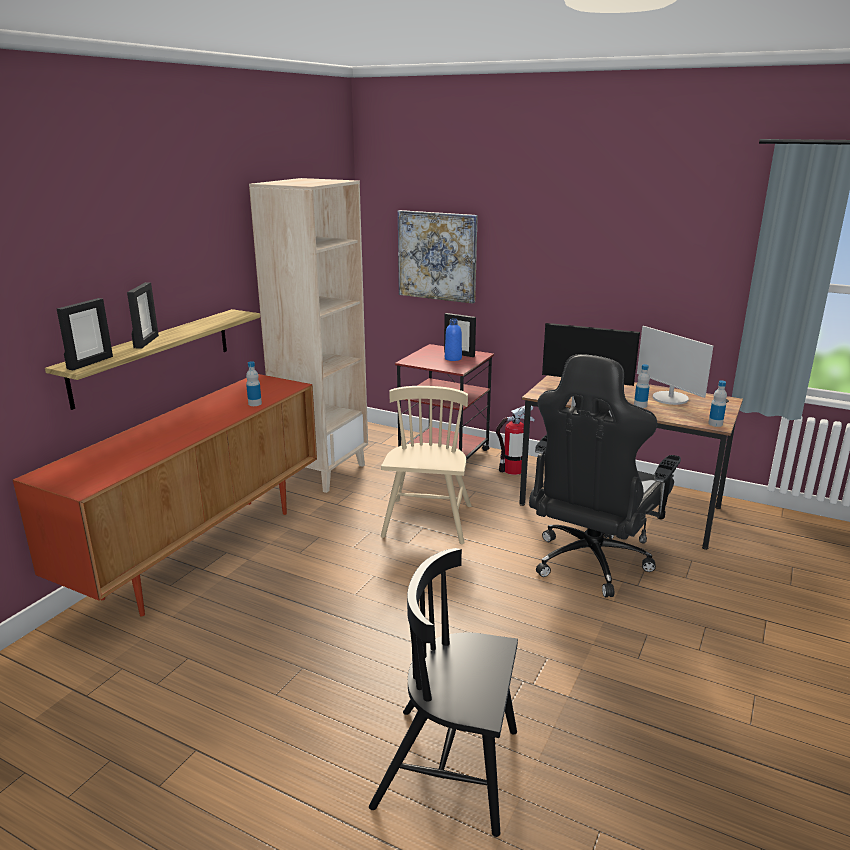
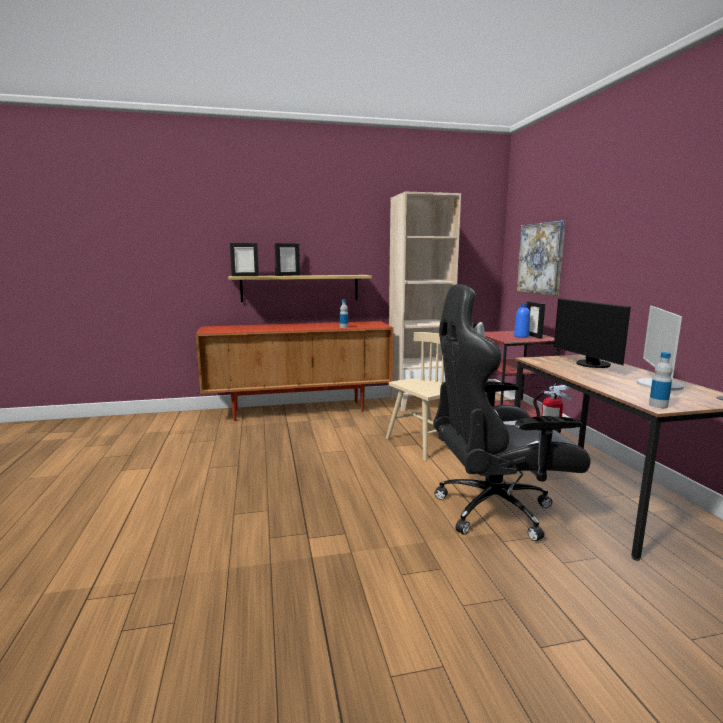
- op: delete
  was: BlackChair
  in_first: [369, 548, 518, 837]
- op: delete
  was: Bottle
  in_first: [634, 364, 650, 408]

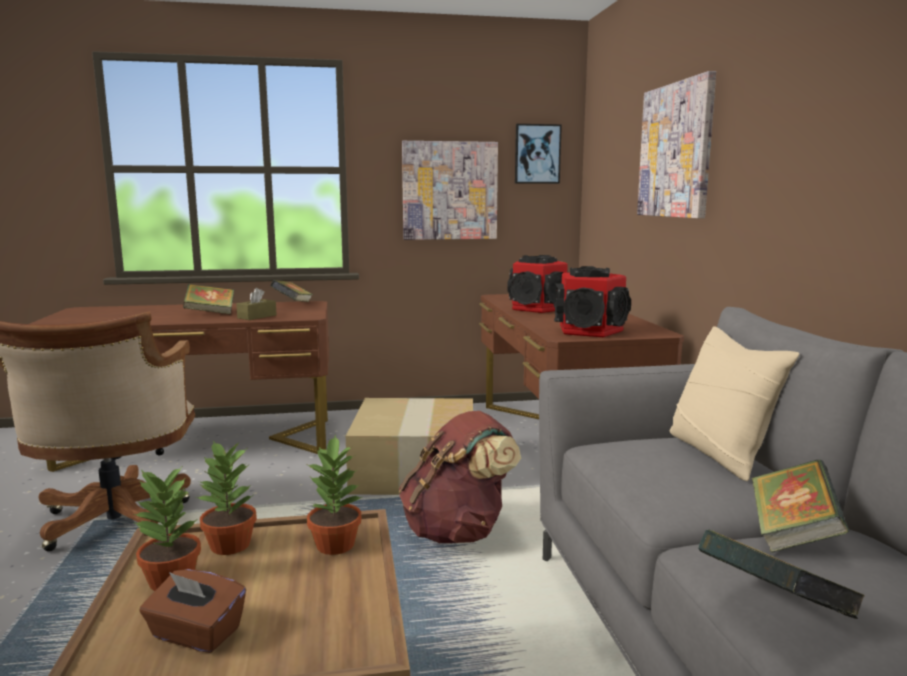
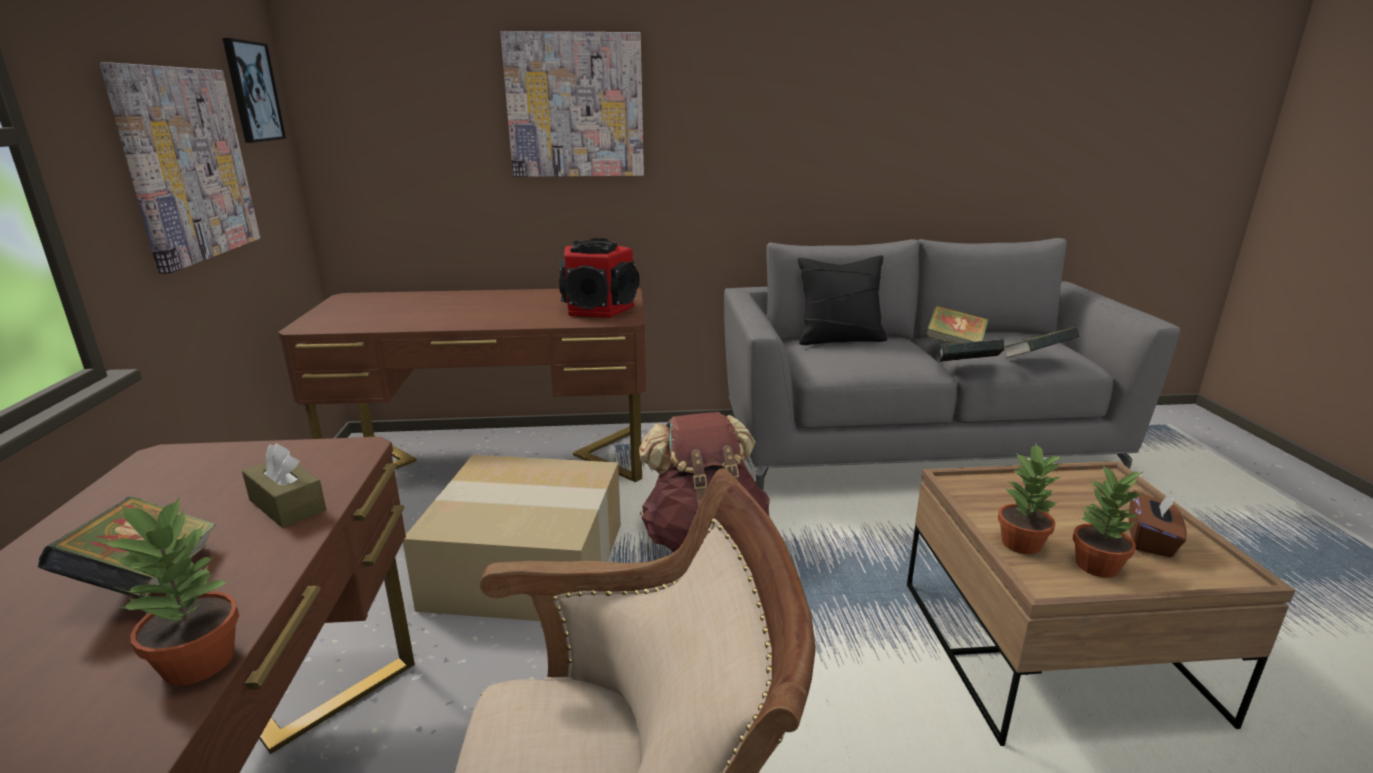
- op: move
  was: Book
  in_first: [271, 280, 313, 302]
  in_second: [938, 339, 1004, 362]
- op: move
  was: PottedPlant
  in_first: [307, 435, 362, 555]
  in_second: [100, 496, 239, 685]
- op: delete
  was: Speaker
  in_first: [507, 255, 569, 313]
- op: recolor
  was: BeigePillow
  now: BlackPillow
  in_first: [670, 326, 799, 481]
  in_second: [798, 256, 888, 345]

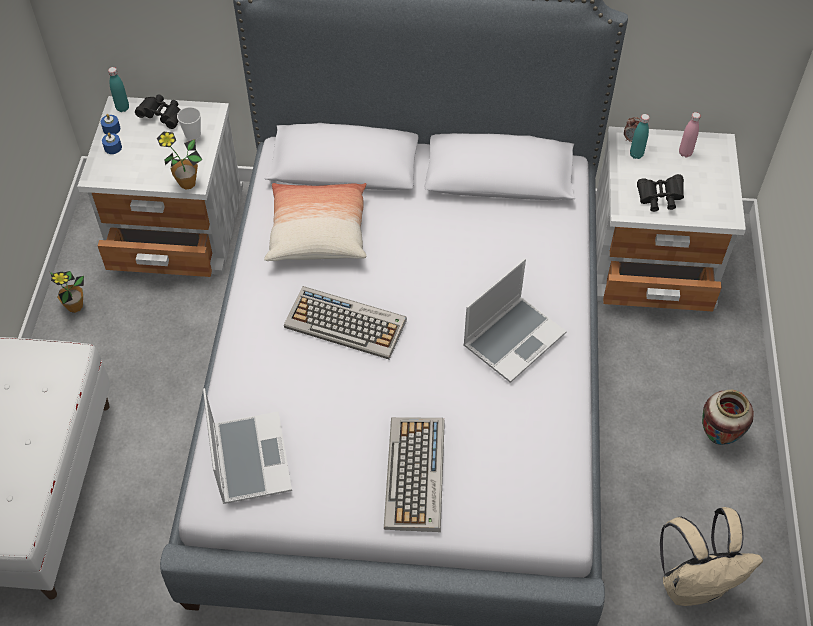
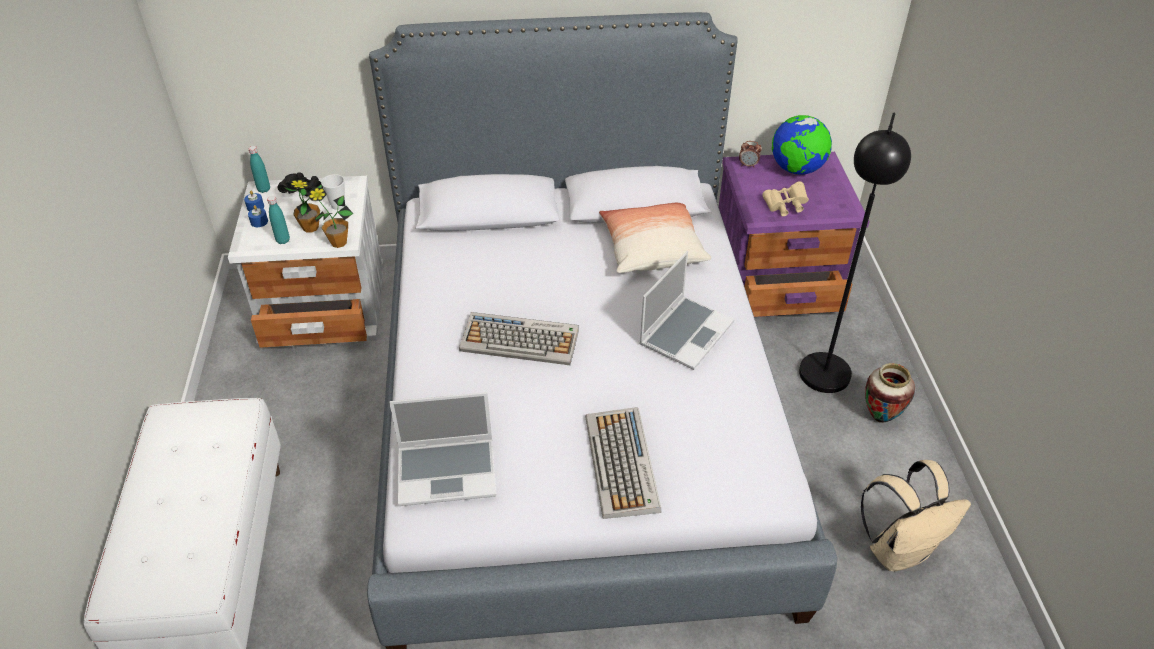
- op: move
  was: PottedPlant
  in_first: [50, 271, 84, 313]
  in_second: [285, 179, 322, 233]
- op: rotate
  was: Laptop
  in_first: [203, 388, 292, 504]
  in_second: [389, 392, 496, 506]
  clockwise: 105
- op: move
  was: Pillow
  in_first: [264, 183, 367, 261]
  in_second: [599, 203, 711, 273]
- op: recolor
  was: WhiteNightstand
  now: PurpleNightstand
  in_first: [596, 127, 746, 312]
  in_second: [719, 152, 870, 317]
- op: move
  was: TurquoiseBottle
  in_first: [630, 114, 650, 159]
  in_second: [267, 196, 290, 244]
- op: recolor
  was: BlackBinoculars
  now: BeigeBinoculars
  in_first: [637, 174, 684, 212]
  in_second: [762, 181, 809, 216]
- op: replace
  was: PinkBottle
  now: Globe
  in_first: [679, 112, 701, 157]
  in_second: [772, 115, 832, 175]
- op: insert
  now: BlackFloorLamp
  in_second: [799, 112, 911, 393]

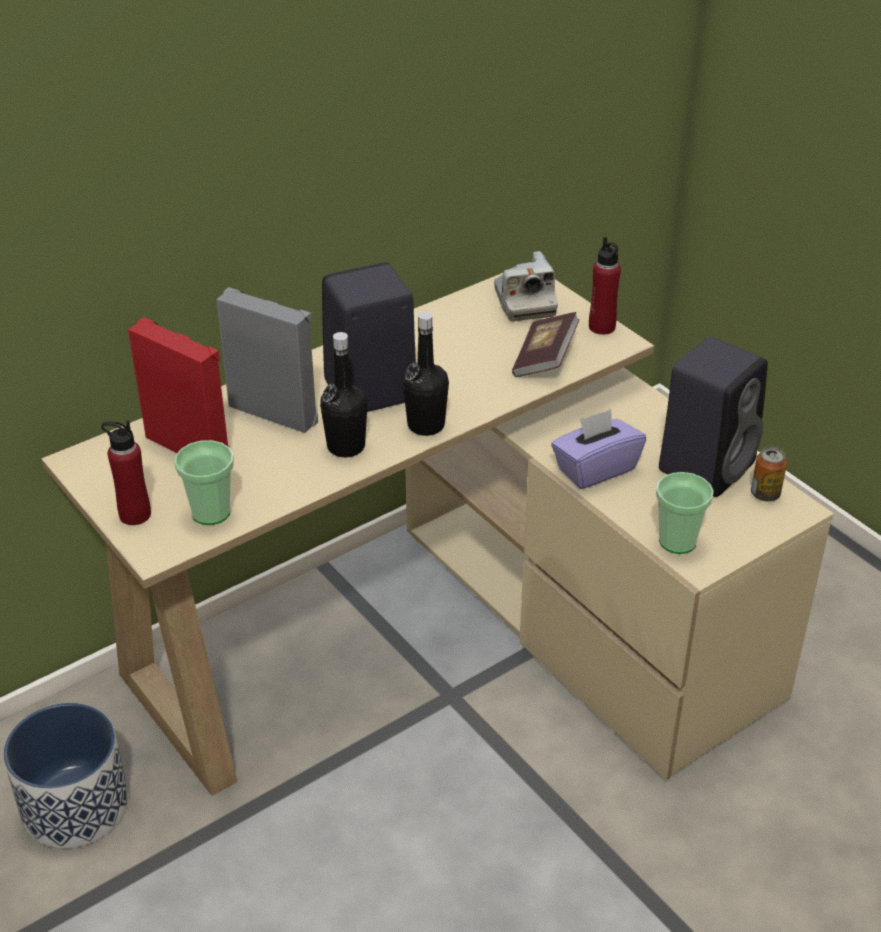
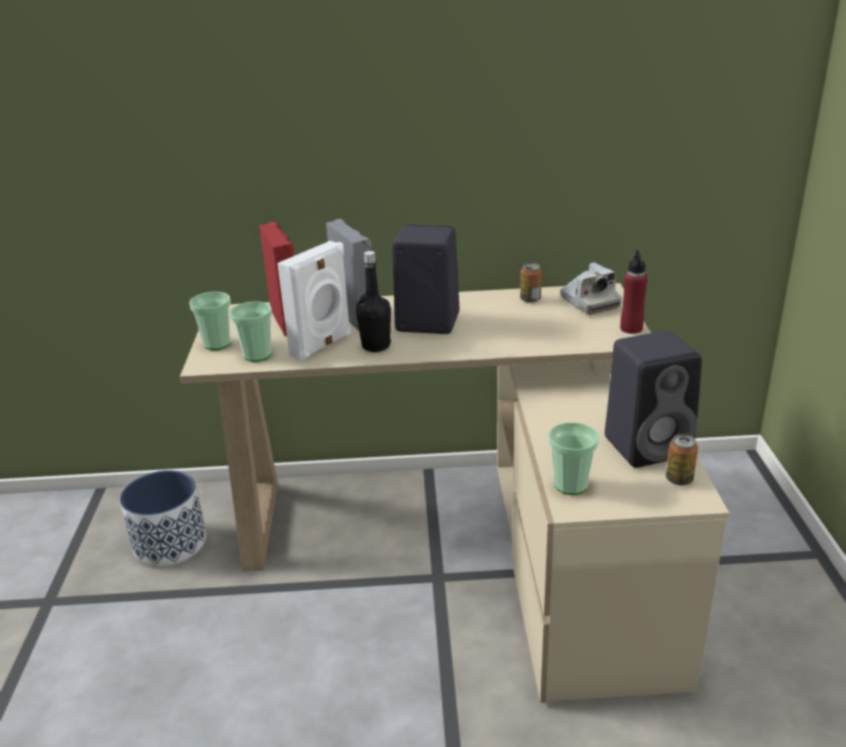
- op: replace
  was: RedBottle
  now: Cup
  in_first: [102, 420, 151, 525]
  in_second: [189, 292, 231, 350]
- op: delete
  was: BlackBottle
  in_first: [403, 312, 449, 436]
- op: rotate
  was: PhotoCamera
  in_first: [494, 251, 558, 321]
  in_second: [560, 262, 621, 315]
  clockwise: -45
- op: delete
  was: Book
  in_first: [512, 312, 579, 377]
- op: delete
  was: PurpleTissueBox
  in_first: [551, 409, 646, 489]
- op: insert
  now: WhiteSpeaker
  in_second: [277, 241, 351, 361]
- op: insert
  now: Can
  in_second: [520, 263, 542, 303]

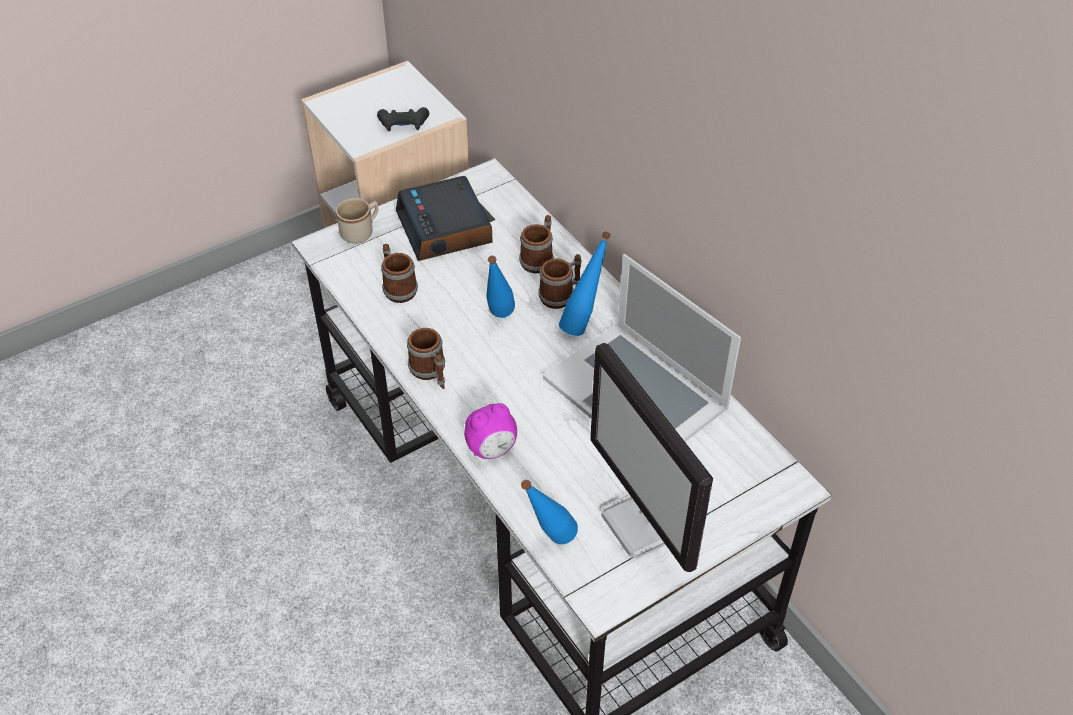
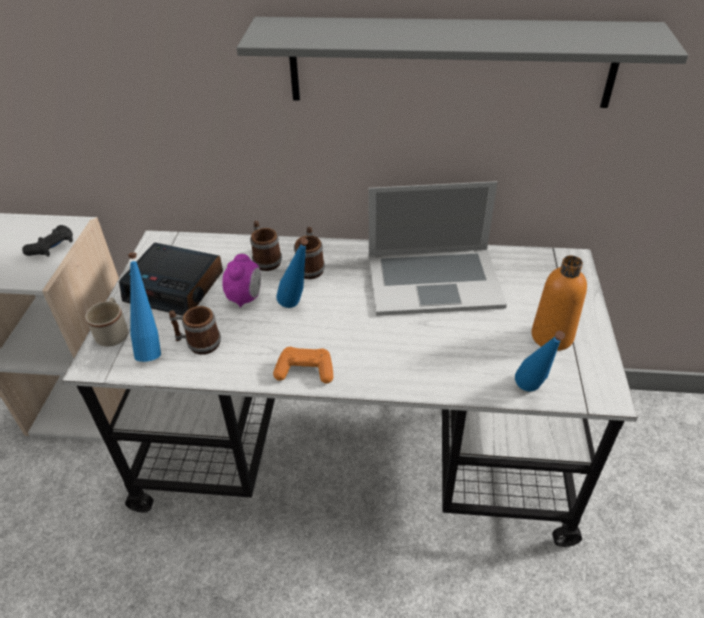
- op: replace
  was: Mug
  now: OrangeGameController
  in_first: [407, 328, 445, 389]
  in_second: [273, 347, 333, 383]
- op: move
  was: AlarmClock
  in_first: [464, 403, 517, 459]
  in_second: [222, 254, 261, 308]
- op: move
  was: BlueBottle
  in_first: [559, 231, 611, 336]
  in_second: [128, 253, 161, 362]
- op: replace
  was: Monitor
  now: OrangeBottle
  in_first: [590, 343, 713, 572]
  in_second: [531, 256, 587, 351]
- op: insert
  now: GreyShelf
  in_second: [237, 17, 688, 108]

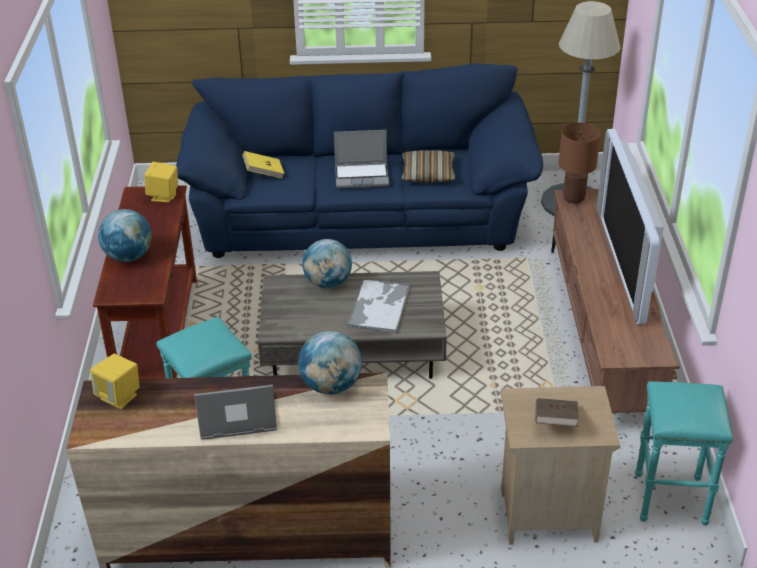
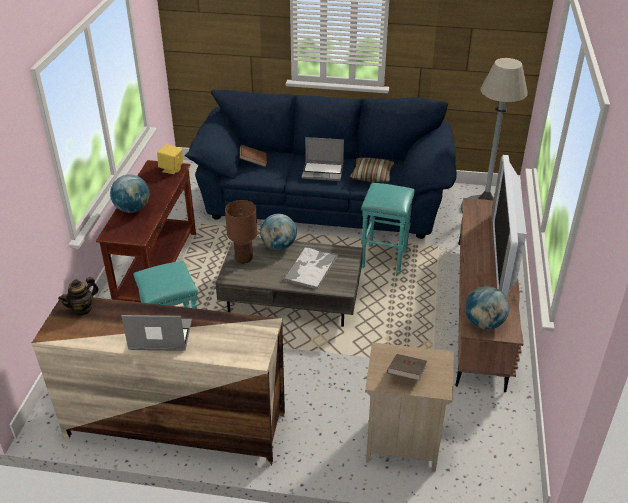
- op: replace
  was: YellowSpeaker
  now: Teapot
  in_first: [90, 354, 140, 409]
  in_second: [58, 277, 99, 316]
- op: recolor
  was: YellowBook
  now: BrownBook
  in_first: [243, 151, 285, 179]
  in_second: [240, 145, 267, 167]
- op: move
  was: Globe
  in_first: [298, 331, 362, 395]
  in_second: [465, 286, 509, 330]
- op: move
  was: BrownTableLamp
  in_first: [559, 122, 601, 204]
  in_second: [225, 200, 258, 264]
- op: move
  was: TurquoiseStool
  in_first: [635, 381, 733, 526]
  in_second: [361, 182, 415, 274]

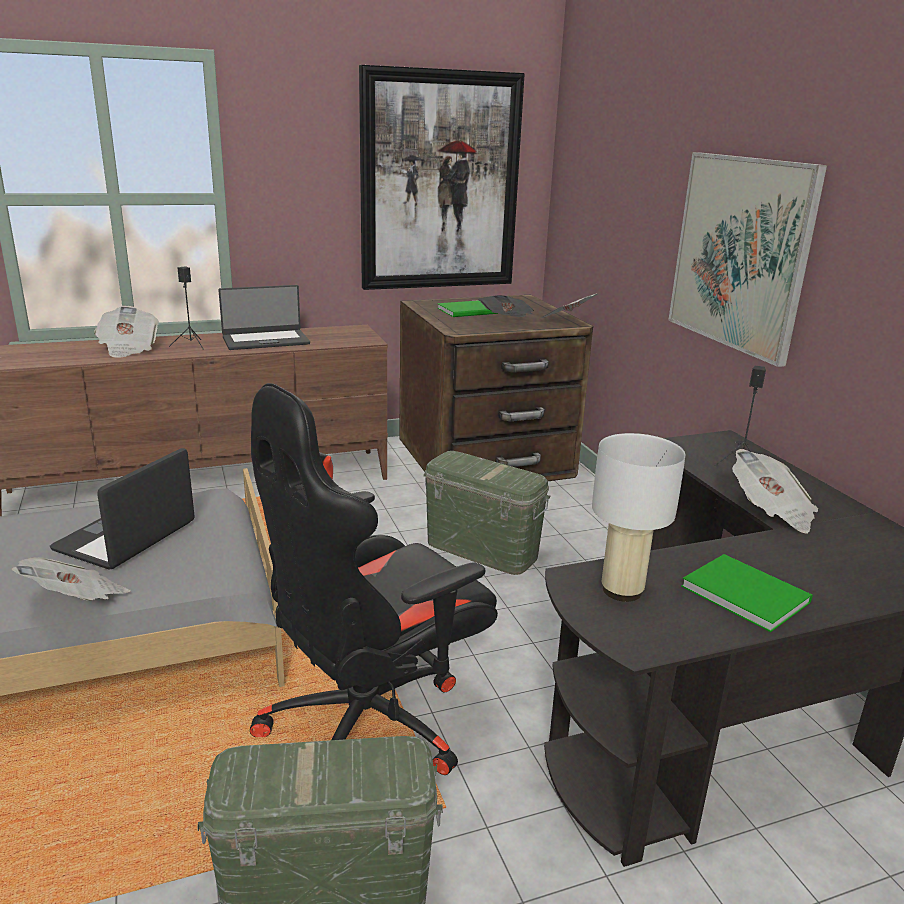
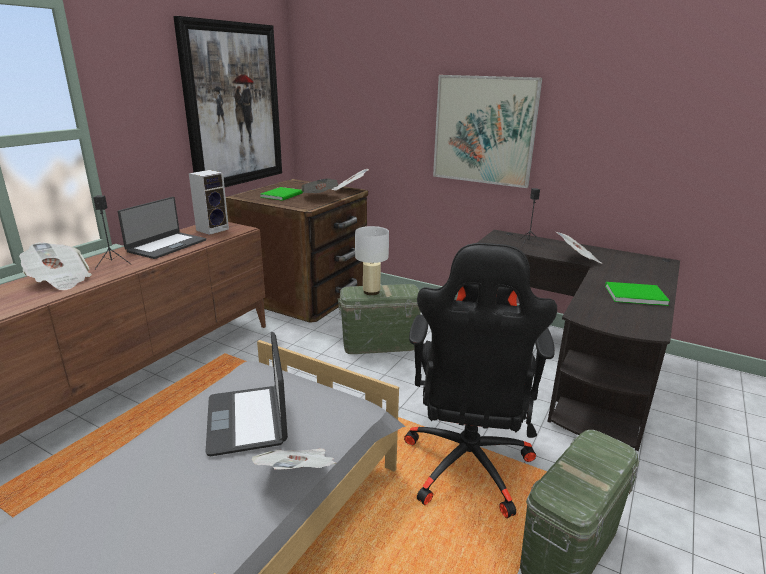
- op: move
  was: WhiteTableLamp
  in_first: [592, 433, 685, 602]
  in_second: [355, 226, 389, 295]
- op: insert
  now: Speaker
  in_second: [189, 170, 229, 235]

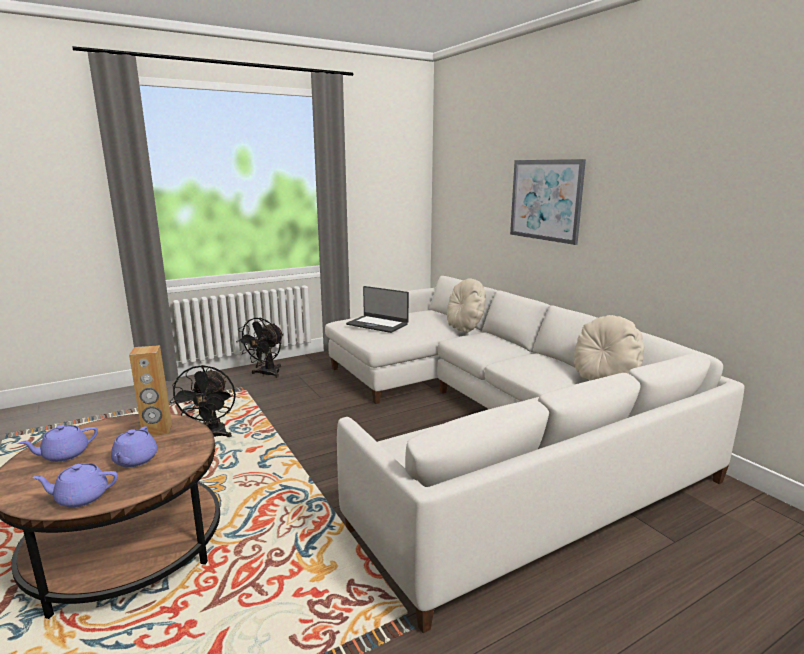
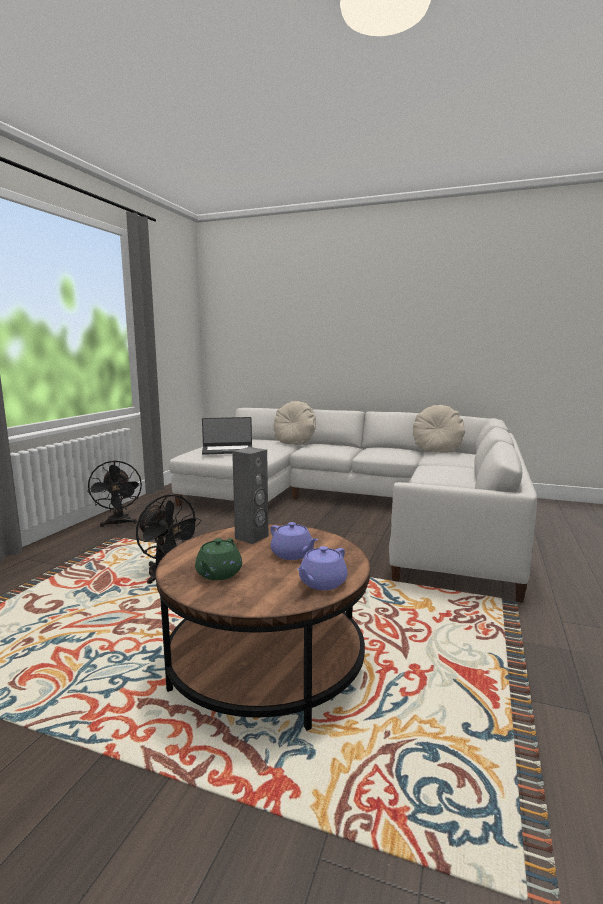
- op: recolor
  was: PurpleTeapot
  now: GreenTeapot
  in_first: [19, 425, 98, 462]
  in_second: [195, 538, 242, 580]
- op: recolor
  was: BrownSpeaker
  now: GreySpeaker
  in_first: [129, 345, 172, 436]
  in_second: [232, 447, 268, 544]
- op: delete
  was: Picture
  in_first: [510, 159, 586, 245]

